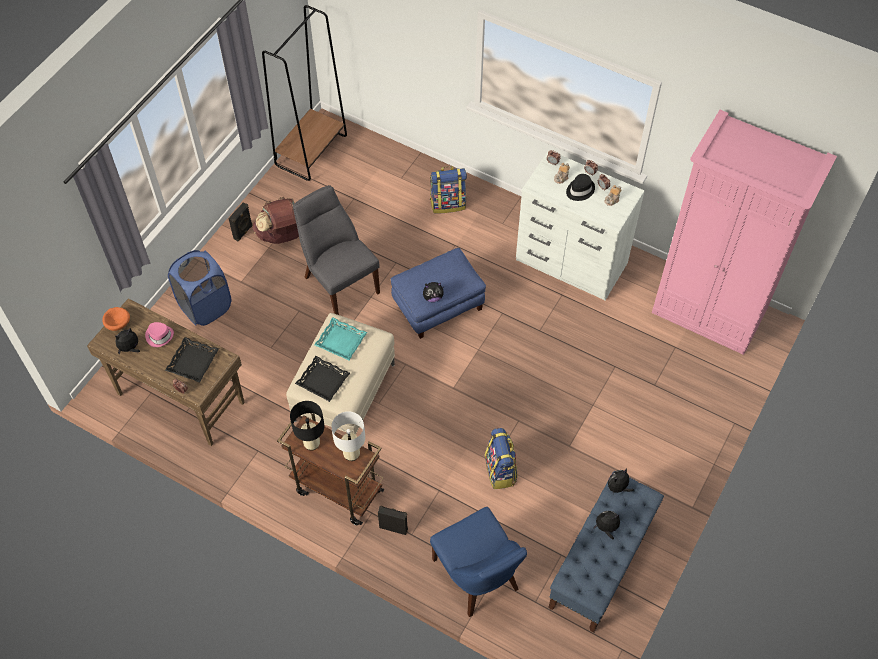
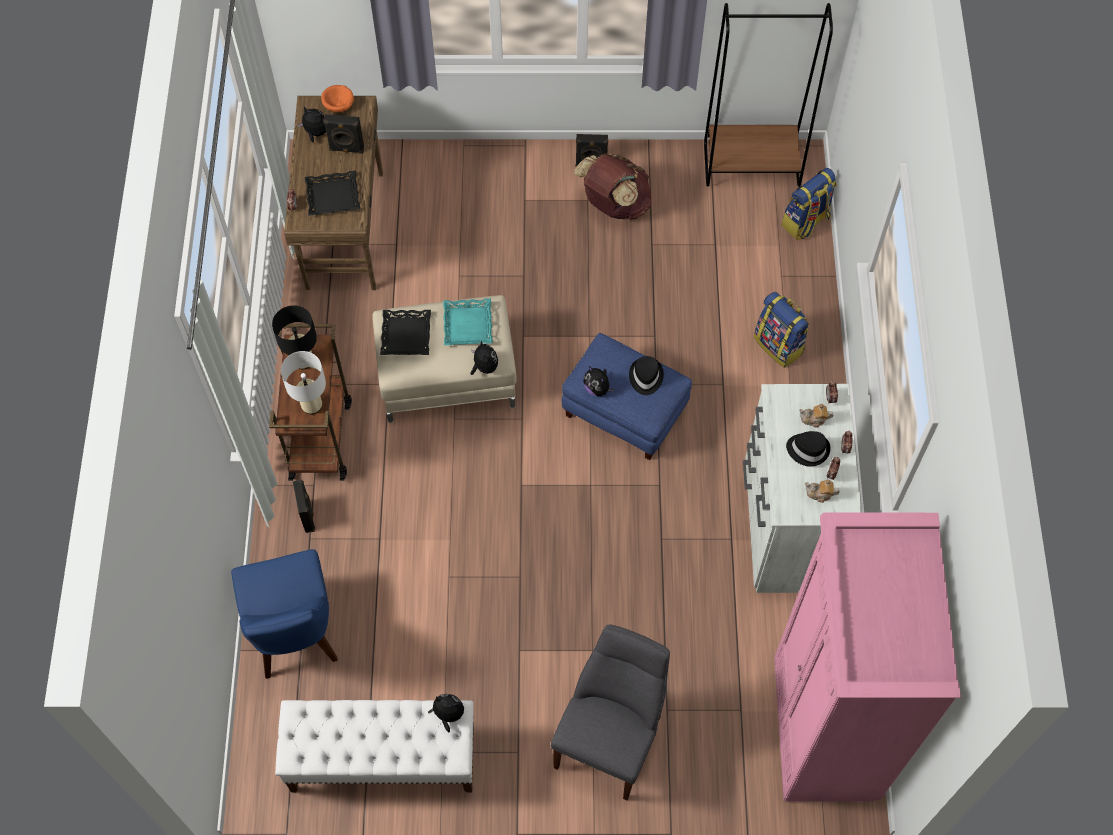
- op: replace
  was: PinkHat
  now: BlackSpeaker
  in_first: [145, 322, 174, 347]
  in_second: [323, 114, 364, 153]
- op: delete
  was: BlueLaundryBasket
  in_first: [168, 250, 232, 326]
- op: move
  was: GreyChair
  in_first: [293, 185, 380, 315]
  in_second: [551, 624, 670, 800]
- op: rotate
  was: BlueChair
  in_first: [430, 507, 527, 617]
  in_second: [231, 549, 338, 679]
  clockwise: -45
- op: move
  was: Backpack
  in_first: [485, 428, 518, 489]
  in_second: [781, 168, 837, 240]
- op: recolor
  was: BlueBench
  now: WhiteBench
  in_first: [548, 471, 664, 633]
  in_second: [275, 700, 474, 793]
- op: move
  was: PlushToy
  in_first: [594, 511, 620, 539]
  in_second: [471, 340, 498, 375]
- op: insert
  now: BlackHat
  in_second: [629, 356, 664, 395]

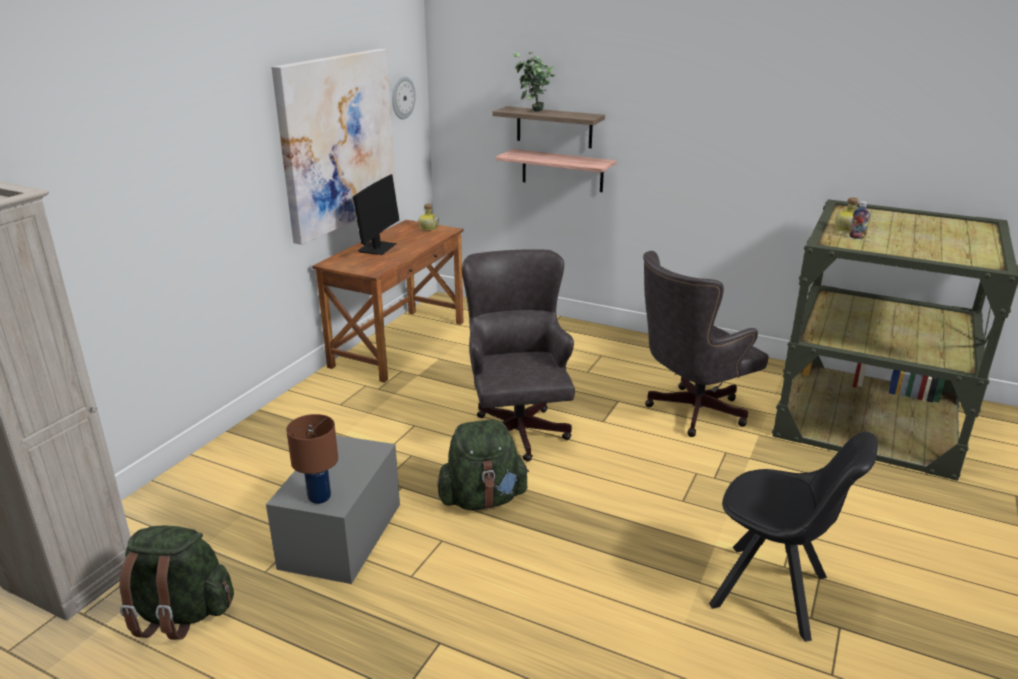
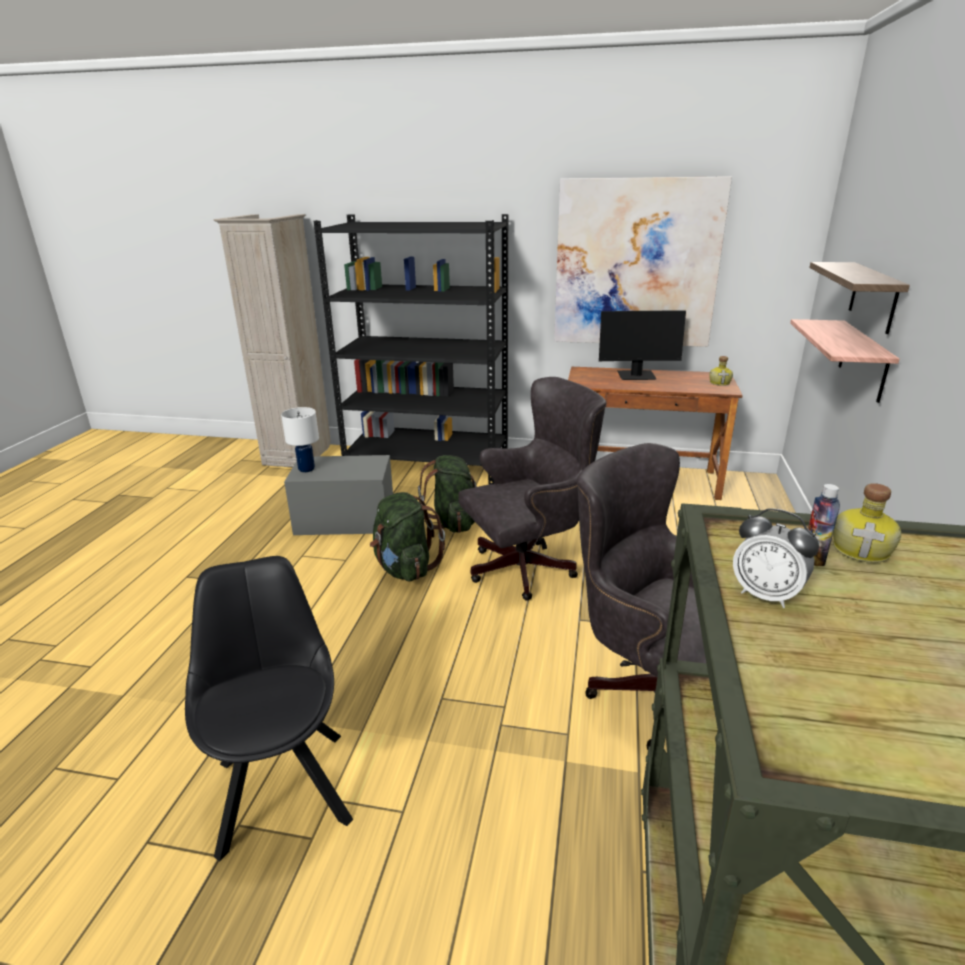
- op: move
  was: GreenBackpack
  in_first: [119, 525, 234, 640]
  in_second: [418, 455, 477, 533]
- op: recolor
  was: BrownTableLamp
  now: WhiteTableLamp
  in_first: [286, 414, 338, 504]
  in_second: [281, 407, 319, 472]
- op: delete
  was: WallClock
  in_first: [392, 76, 416, 119]
- op: delete
  was: PottedPlant
  in_first: [513, 52, 555, 112]
- op: rotate
  was: BlackChair
  in_first: [709, 432, 878, 642]
  in_second: [185, 556, 353, 862]
  clockwise: 150
- op: insert
  now: BlackBookcase
  in_second: [314, 214, 508, 485]
- op: insert
  now: AlarmClock
  in_second: [733, 508, 819, 608]

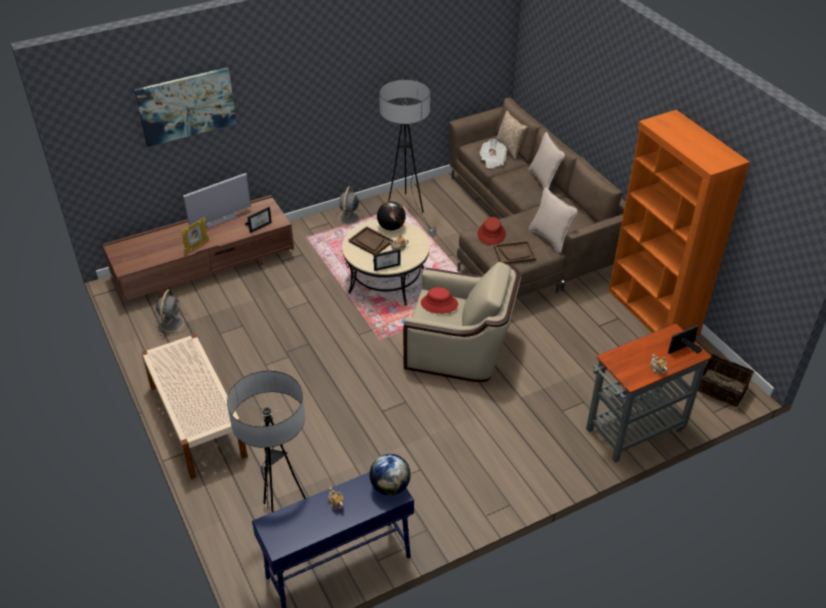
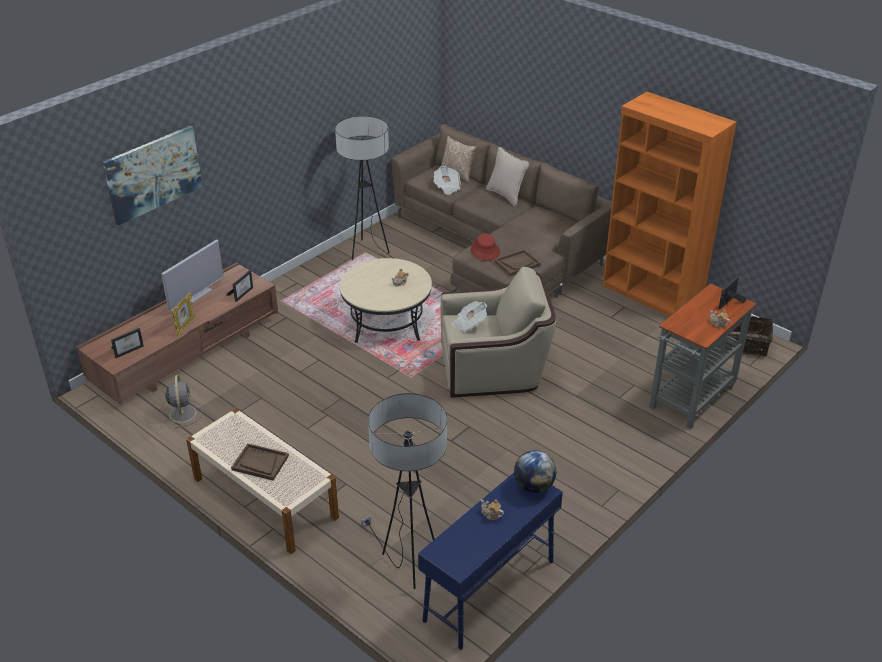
- op: delete
  was: GreyFan
  in_first: [334, 186, 364, 228]
- op: move
  was: BrownTray
  in_first: [349, 226, 393, 255]
  in_second: [231, 443, 289, 481]
- op: move
  was: PictureFrame
  in_first: [373, 249, 401, 271]
  in_second: [111, 328, 144, 358]
- op: delete
  was: Globe
  in_first: [377, 201, 406, 230]
- op: replace
  was: RedHat
  now: Newspaper
  in_first: [421, 287, 458, 314]
  in_second: [451, 301, 487, 332]
- op: delete
  was: BeigePillow
  in_first: [529, 187, 577, 253]

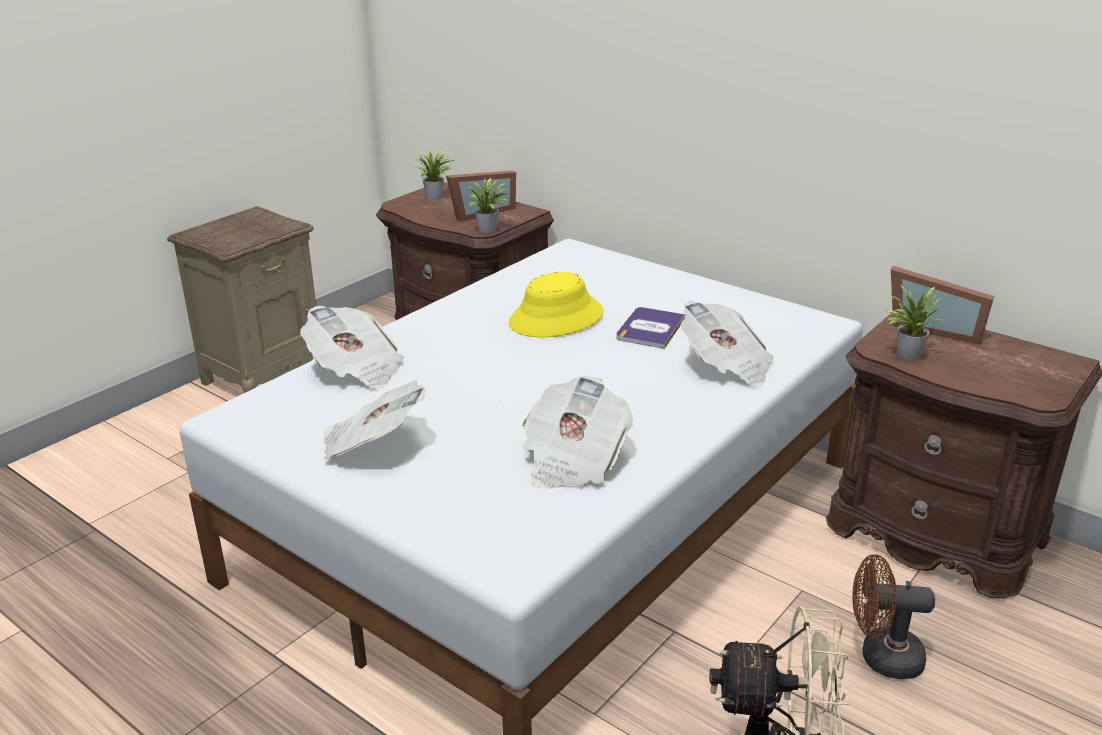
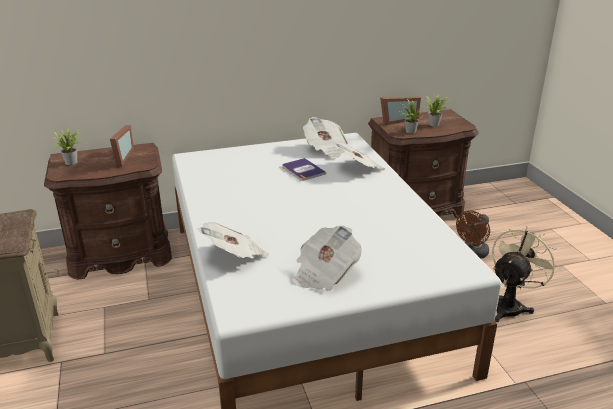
- op: move
  was: PottedPlant
  in_first: [469, 178, 509, 233]
  in_second: [426, 94, 448, 127]
- op: delete
  was: YellowHat
  in_first: [509, 272, 604, 337]
- op: move
  was: Newspaper
  in_first: [523, 376, 633, 489]
  in_second: [303, 117, 348, 159]

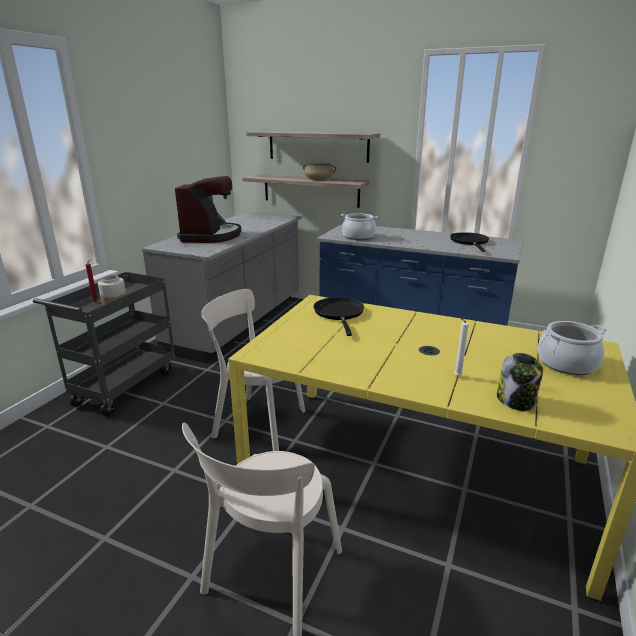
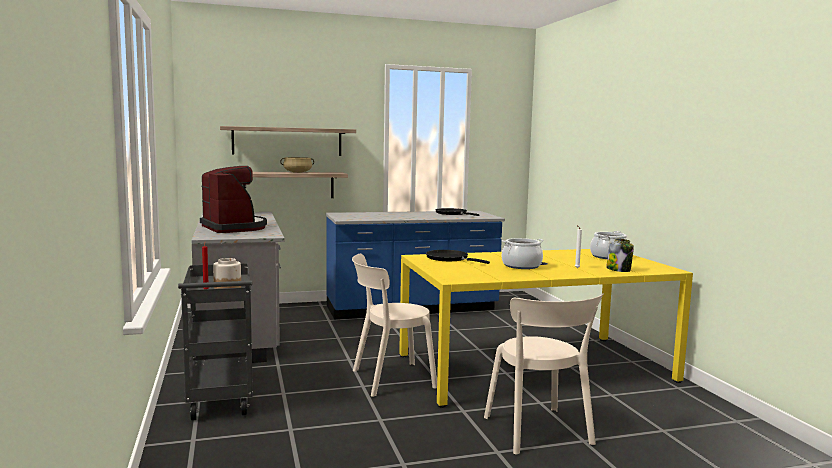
- op: move
  was: CookingPot
  in_first: [341, 213, 378, 240]
  in_second: [502, 238, 544, 269]

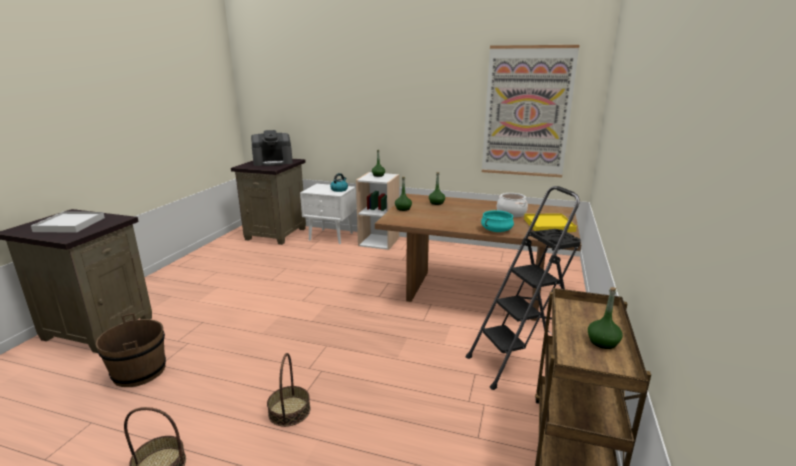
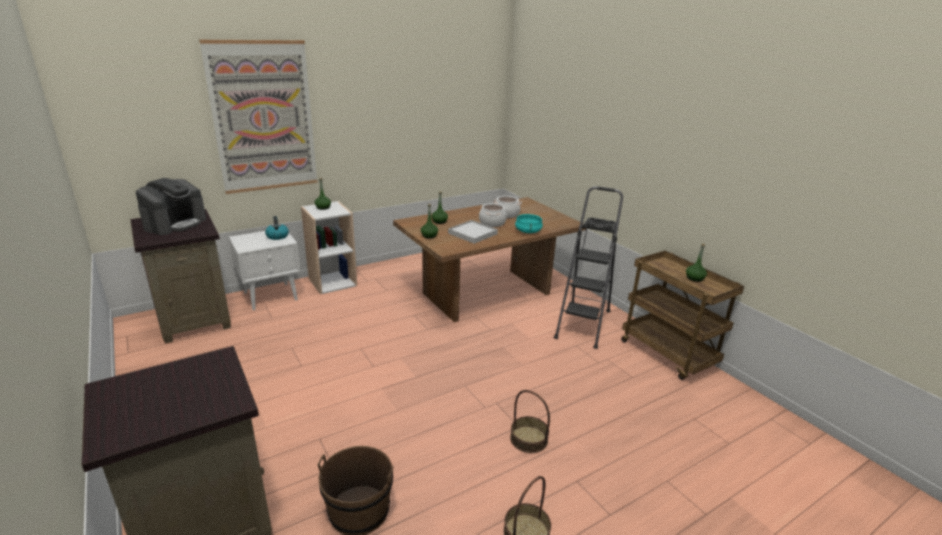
- op: move
  was: WhiteTray
  in_first: [31, 212, 105, 233]
  in_second: [448, 220, 498, 244]
- op: move
  was: Picture
  in_first: [482, 45, 579, 178]
  in_second: [199, 40, 318, 194]
- op: delete
  was: YellowTray
  in_first: [524, 213, 577, 232]
- op: insert
  now: CookingPot
  in_second: [479, 203, 507, 227]

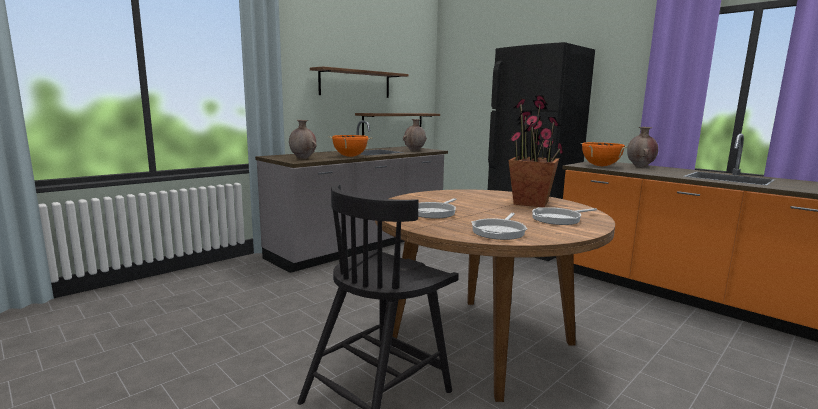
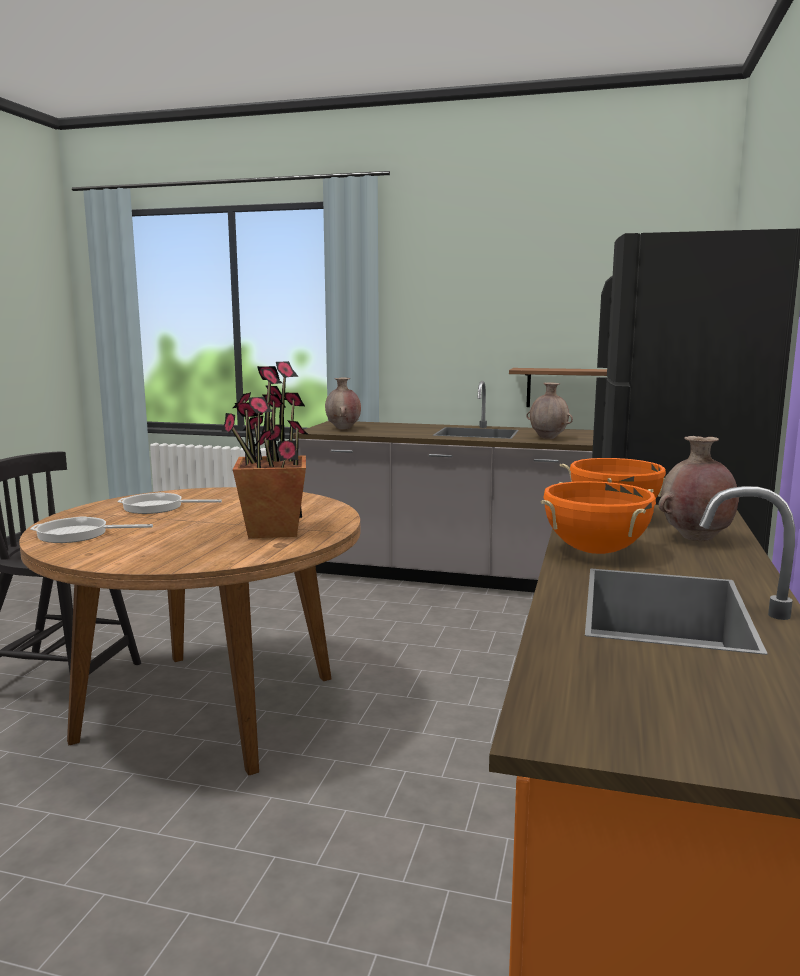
- op: delete
  was: Shelf
  in_first: [310, 66, 409, 98]
- op: move
  was: OrangeCookingPot
  in_first: [328, 135, 372, 157]
  in_second: [541, 481, 656, 554]
- op: delete
  was: FryingPan
  in_first: [532, 207, 597, 225]

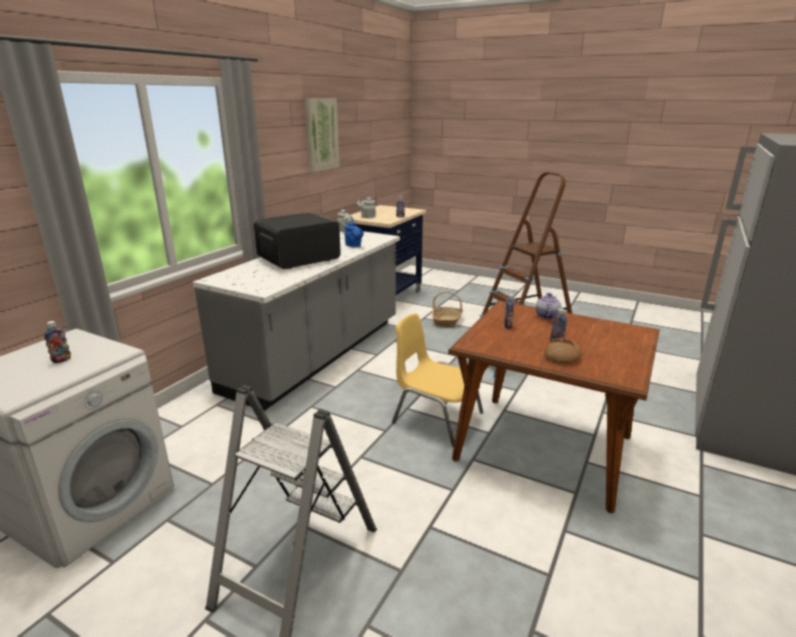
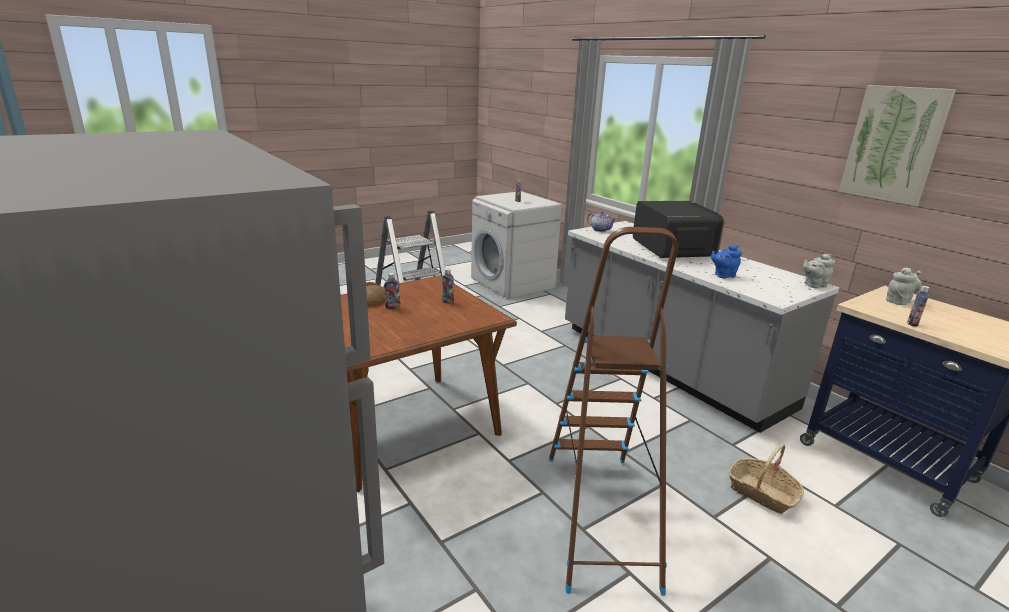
- op: delete
  was: YellowChair
  in_first: [392, 313, 483, 447]
- op: move
  was: Teapot
  in_first: [536, 293, 561, 319]
  in_second: [587, 211, 617, 232]

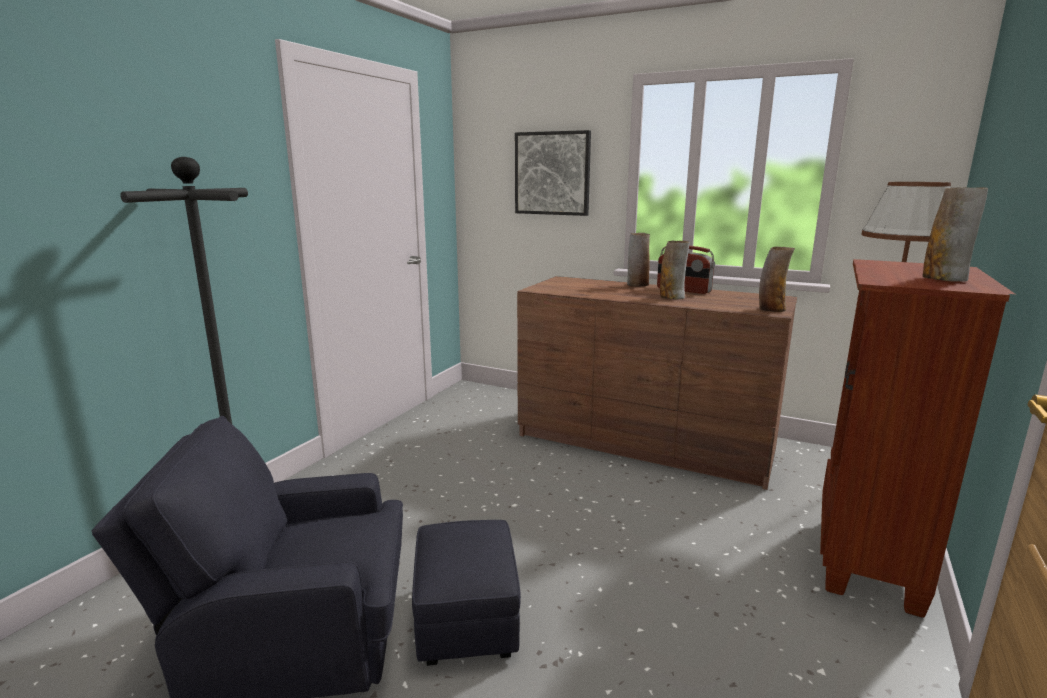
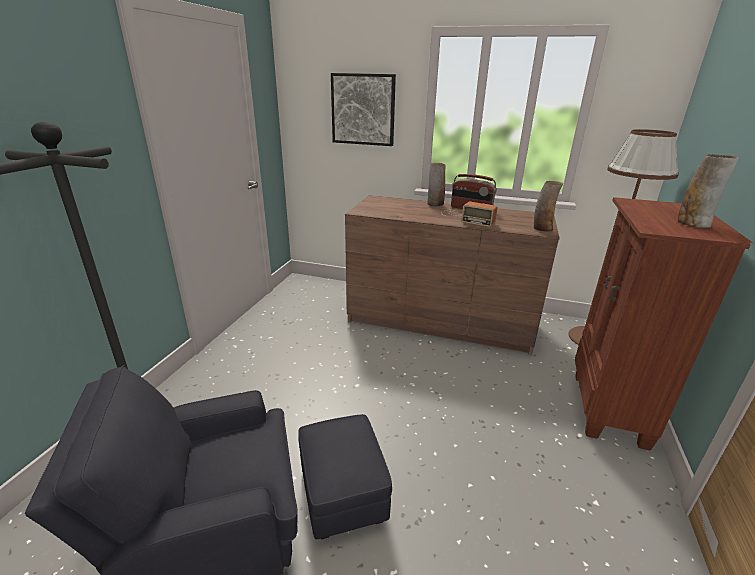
- op: replace
  was: Vase
  now: Radio
  in_first: [660, 241, 690, 300]
  in_second: [441, 202, 497, 227]

